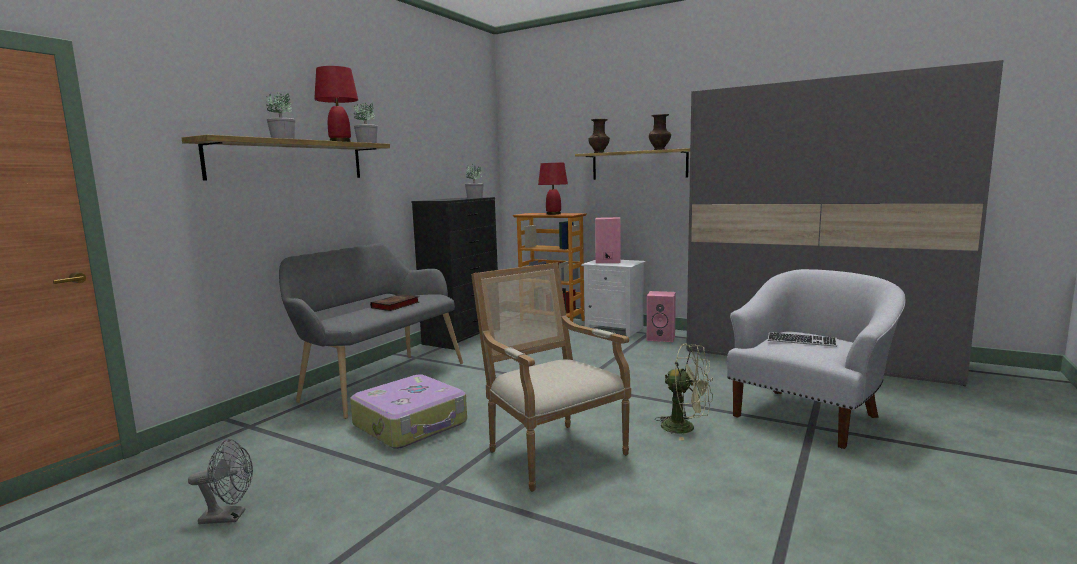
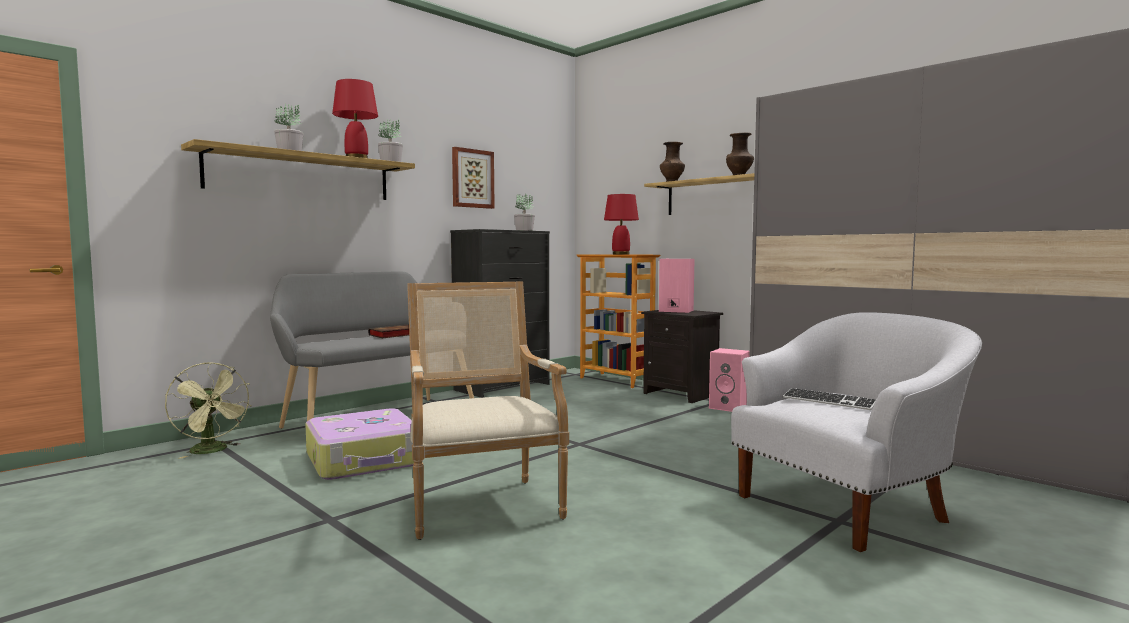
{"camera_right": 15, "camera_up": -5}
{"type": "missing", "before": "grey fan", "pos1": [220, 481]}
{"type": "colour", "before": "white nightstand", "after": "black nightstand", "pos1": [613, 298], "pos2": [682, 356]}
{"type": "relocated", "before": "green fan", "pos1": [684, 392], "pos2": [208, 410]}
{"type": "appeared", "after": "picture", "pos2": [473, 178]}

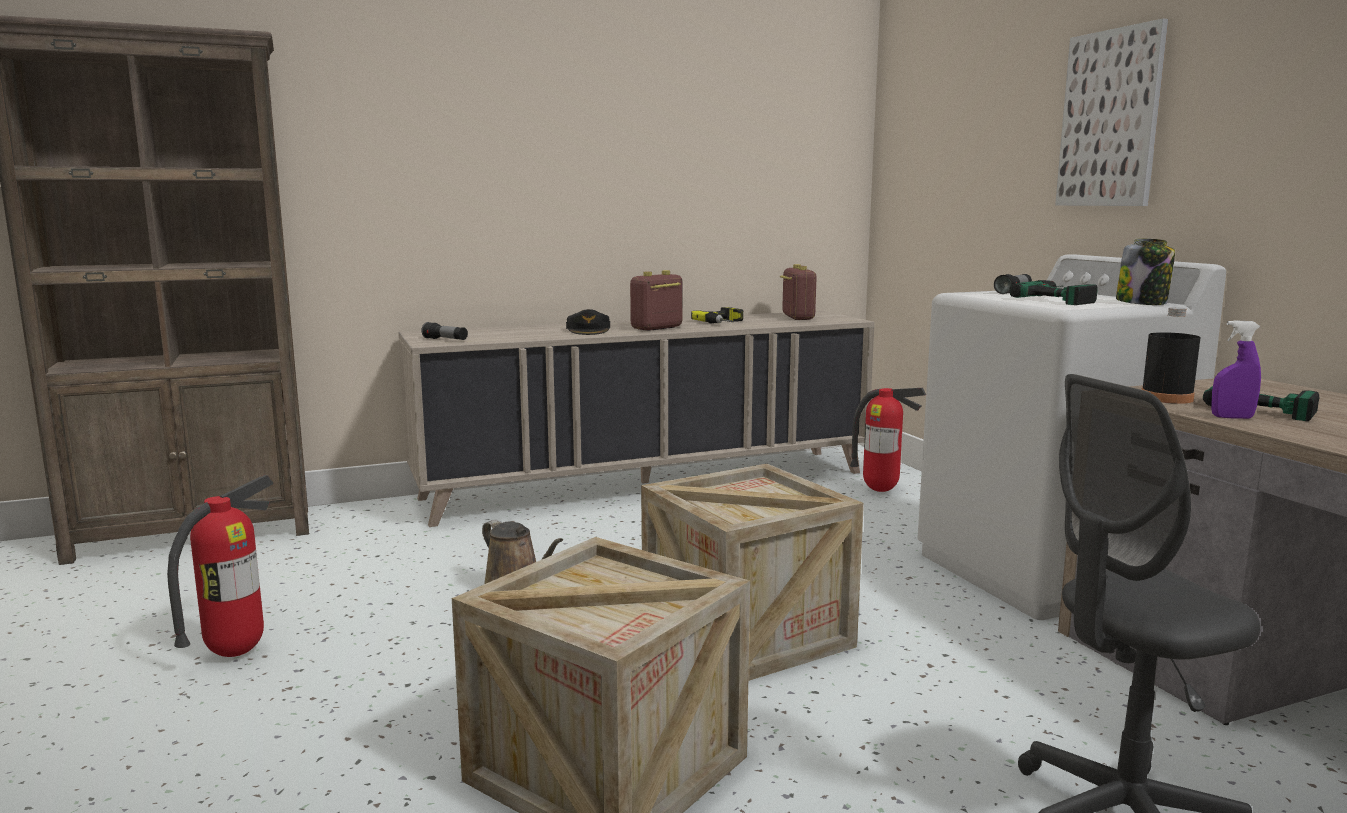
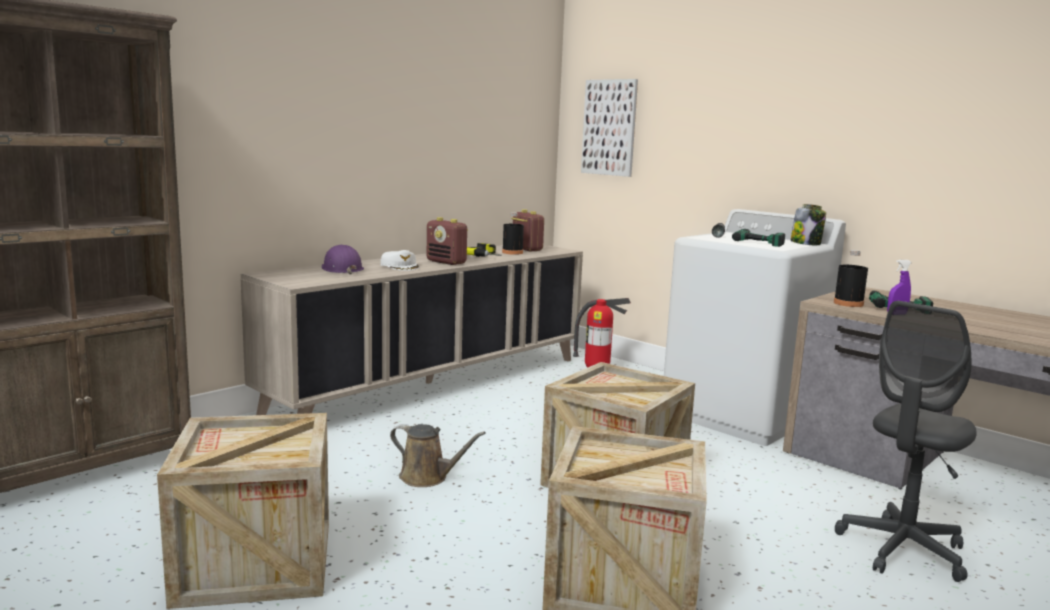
{"camera_right": -25, "camera_up": 0}
{"type": "exchanged", "before": "fire extinguisher", "after": "crate", "pos1": [220, 566], "pos2": [243, 511]}
{"type": "missing", "before": "flashlight", "pos1": [444, 331]}
{"type": "colour", "before": "black cap", "after": "white cap", "pos1": [588, 322], "pos2": [400, 260]}
{"type": "spun", "before": "radio", "pos1": [656, 300], "pos2": [447, 241], "turn": -75}
{"type": "relocated", "before": "picture", "pos1": [1111, 112], "pos2": [609, 128]}
{"type": "appeared", "after": "purple hard hat", "pos2": [343, 260]}
{"type": "appeared", "after": "black bottle", "pos2": [513, 233]}

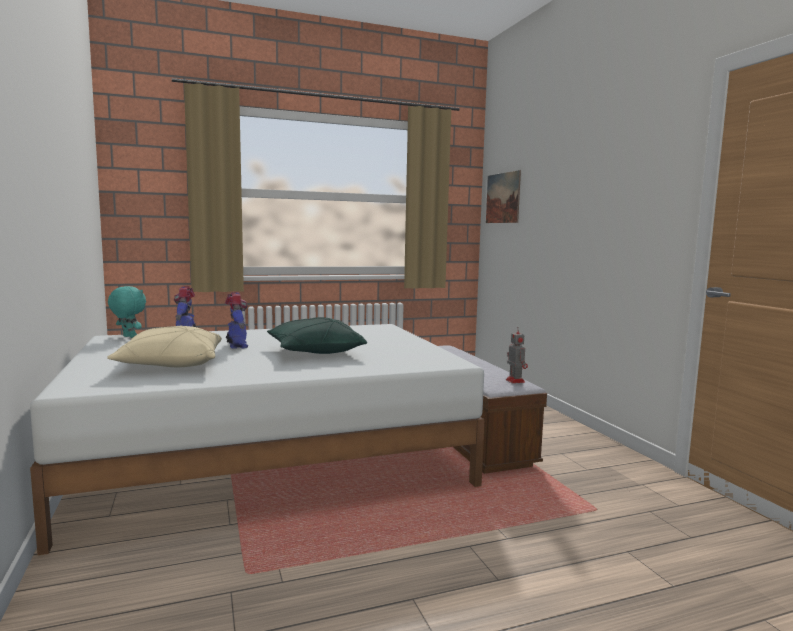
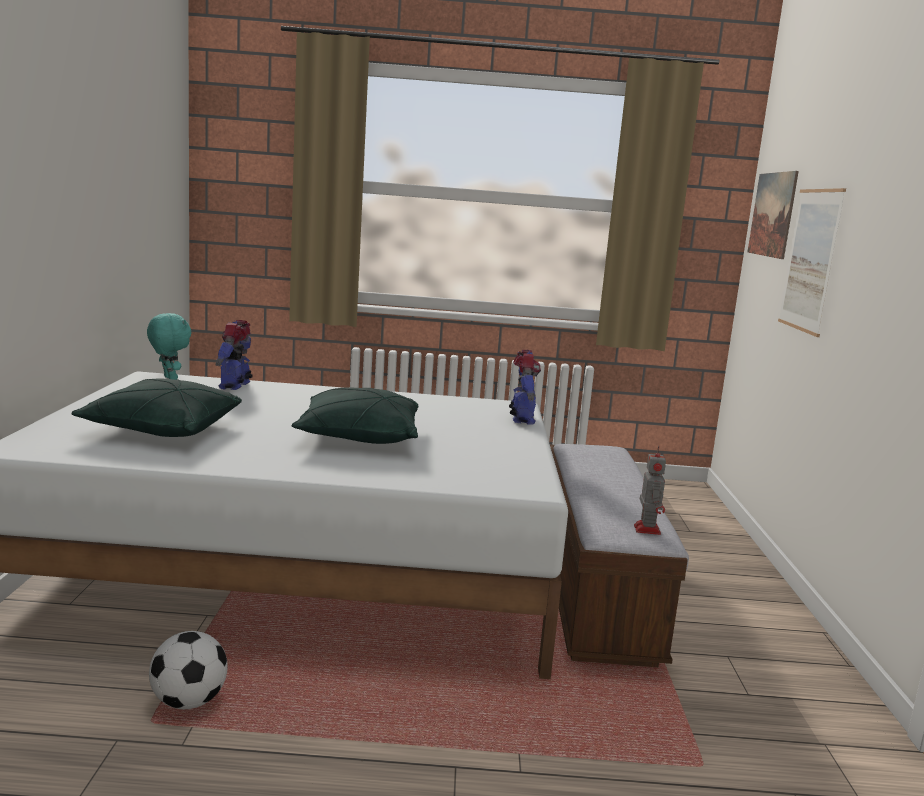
{"camera_right": 20, "camera_up": 5}
{"type": "colour", "before": "beige pillow", "after": "green pillow", "pos1": [164, 346], "pos2": [156, 408]}
{"type": "relocated", "before": "toy robot", "pos1": [236, 320], "pos2": [525, 387]}
{"type": "appeared", "after": "football", "pos2": [188, 670]}
{"type": "appeared", "after": "picture", "pos2": [812, 262]}

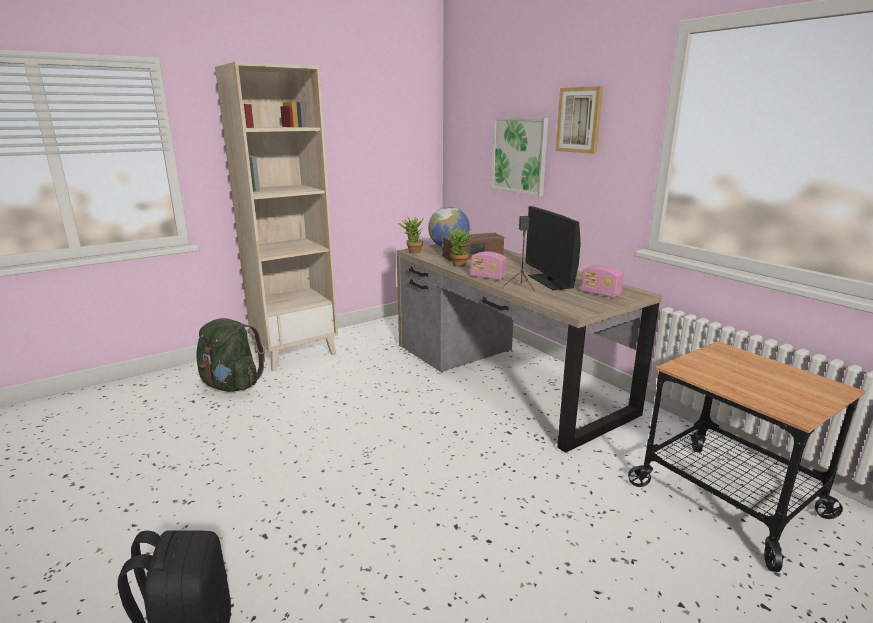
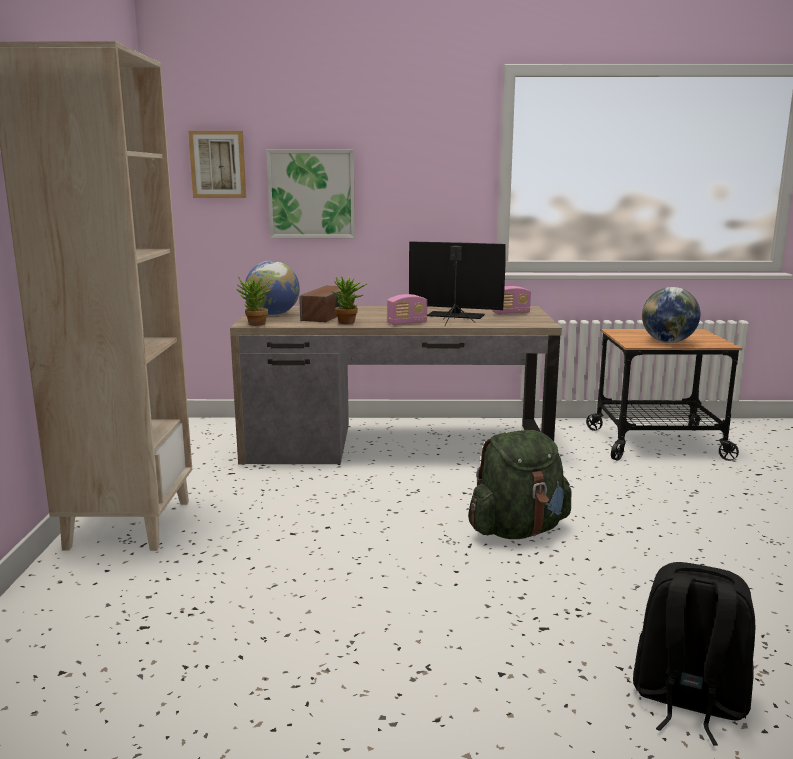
{"camera_right": -55, "camera_up": -5}
{"type": "relocated", "before": "green backpack", "pos1": [231, 355], "pos2": [520, 484]}
{"type": "relocated", "before": "picture", "pos1": [579, 120], "pos2": [217, 164]}
{"type": "appeared", "after": "globe", "pos2": [671, 315]}

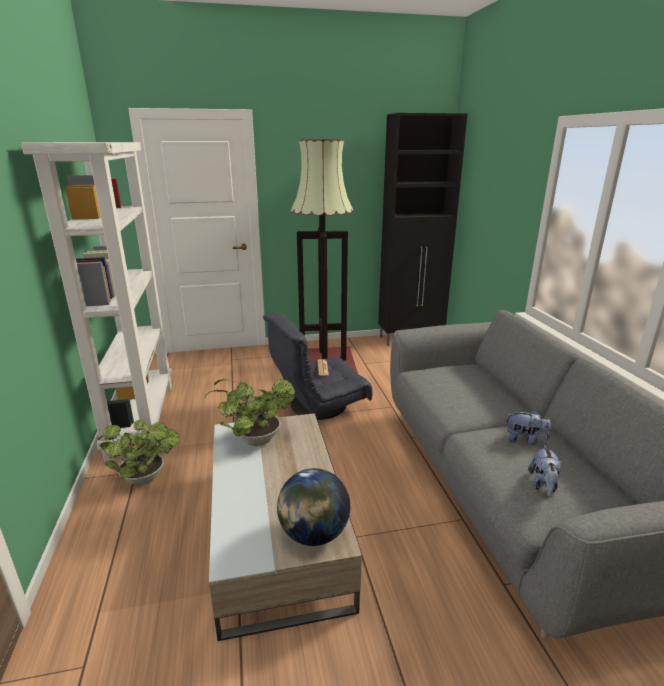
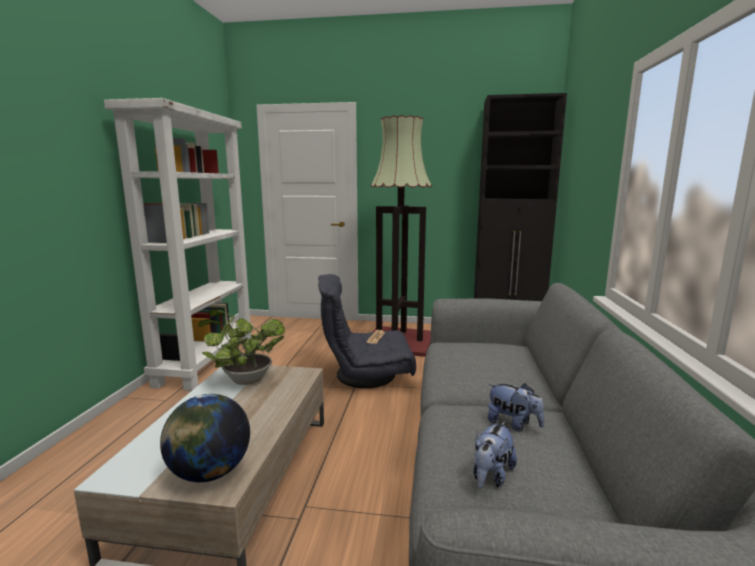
{"camera_right": 20, "camera_up": -10}
{"type": "missing", "before": "potted plant", "pos1": [139, 452]}

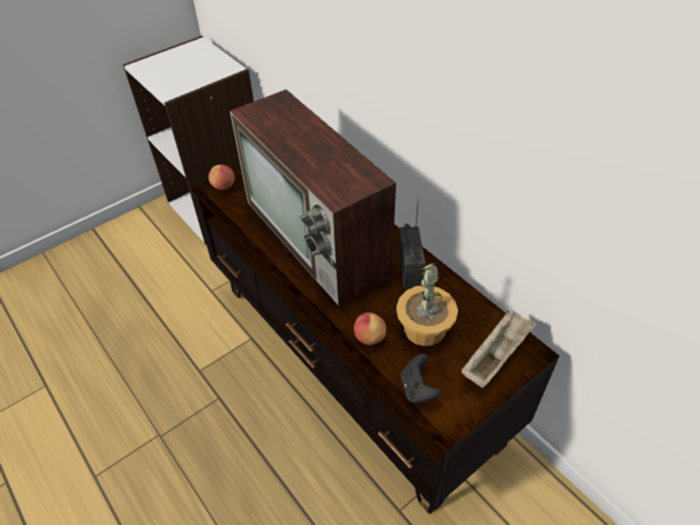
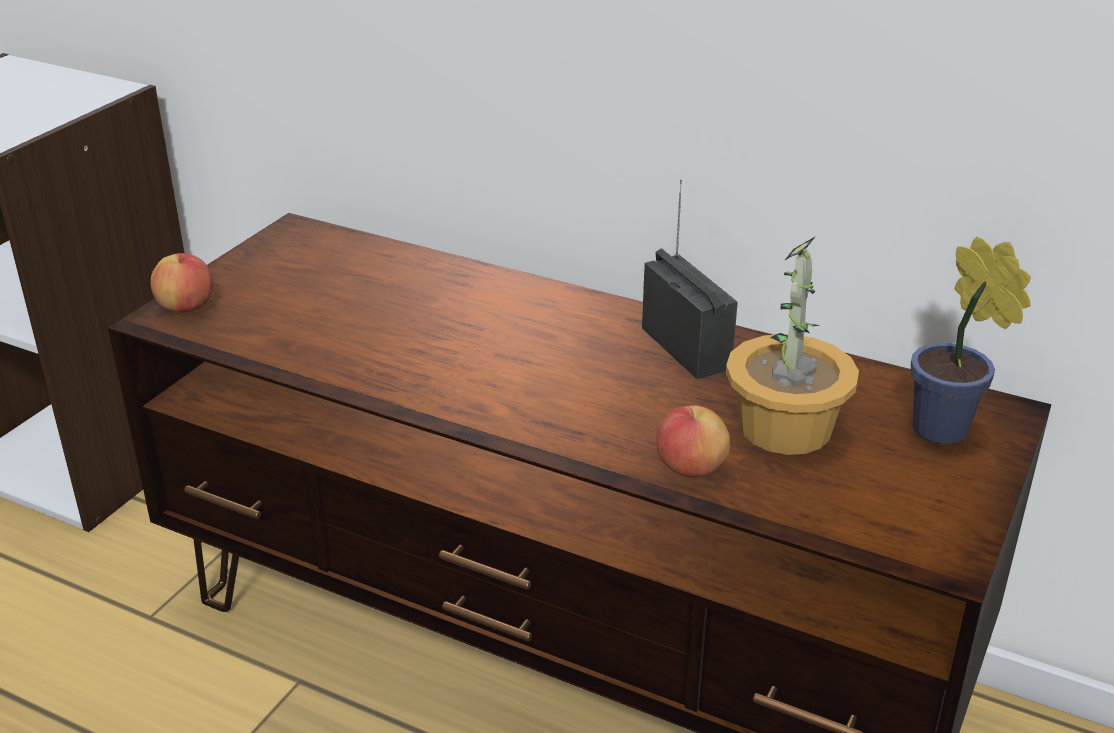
{"camera_right": -25, "camera_up": -15}
{"type": "missing", "before": "television", "pos1": [313, 197]}
{"type": "missing", "before": "black game controller", "pos1": [420, 378]}
{"type": "exchanged", "before": "beige tray", "after": "potted plant", "pos1": [498, 349], "pos2": [971, 340]}

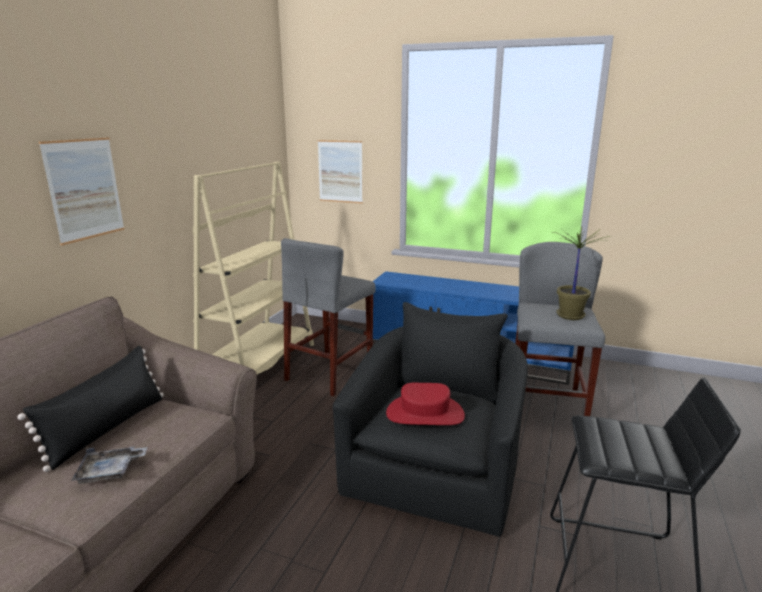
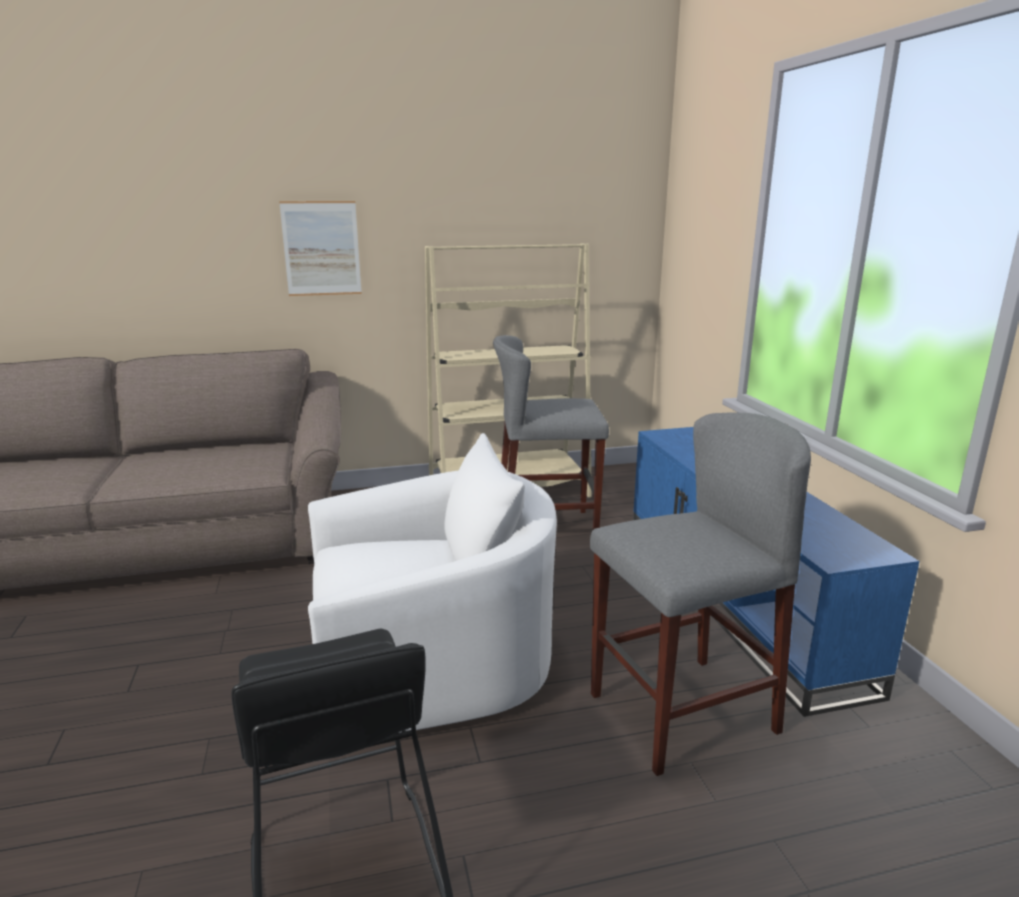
{"camera_right": 55, "camera_up": 0}
{"type": "missing", "before": "black pillow", "pos1": [90, 409]}
{"type": "missing", "before": "grey tray", "pos1": [109, 465]}
{"type": "missing", "before": "picture", "pos1": [340, 171]}
{"type": "colour", "before": "black armchair", "after": "white armchair", "pos1": [430, 419], "pos2": [432, 583]}
{"type": "missing", "before": "red hat", "pos1": [425, 404]}
{"type": "missing", "before": "potted plant", "pos1": [580, 273]}

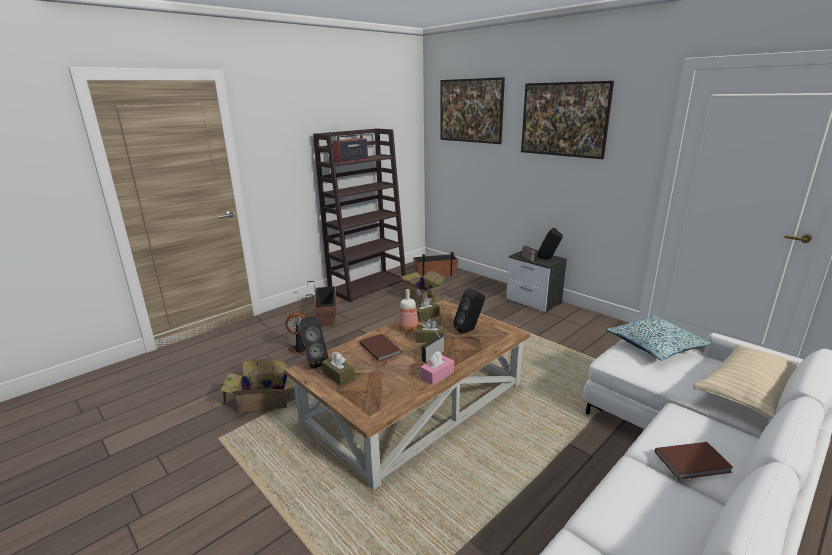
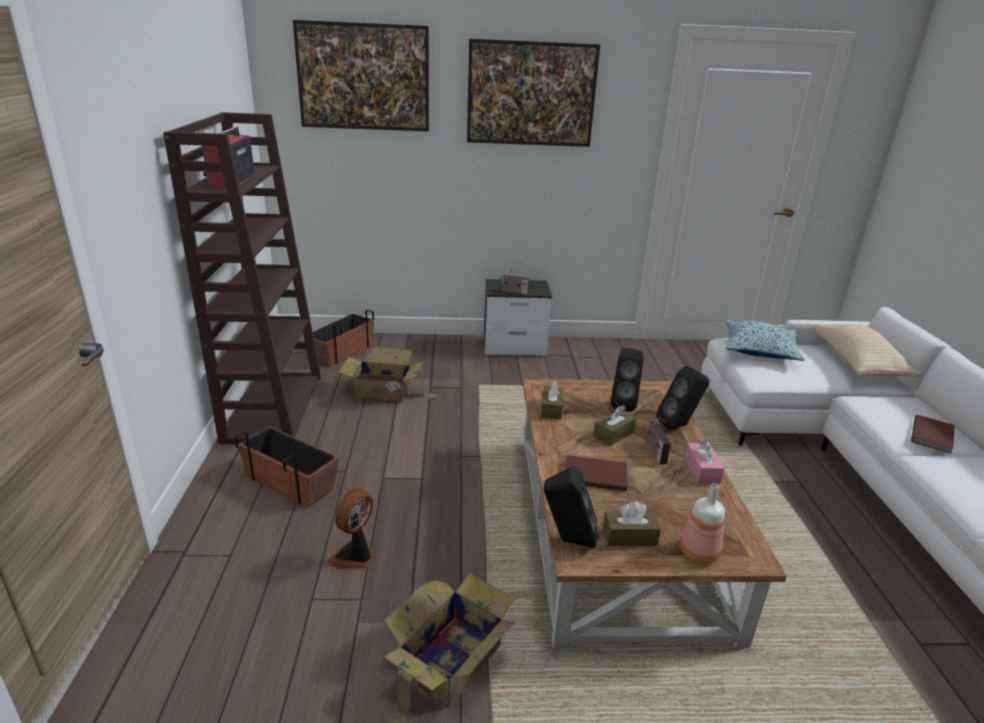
{"camera_right": -50, "camera_up": 5}
{"type": "relocated", "before": "bottle", "pos1": [408, 310], "pos2": [702, 523]}
{"type": "relocated", "before": "black speaker", "pos1": [549, 243], "pos2": [683, 398]}

